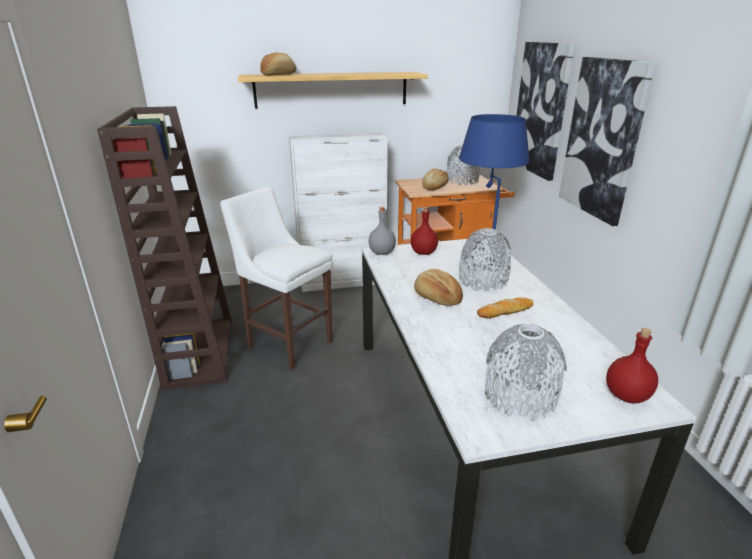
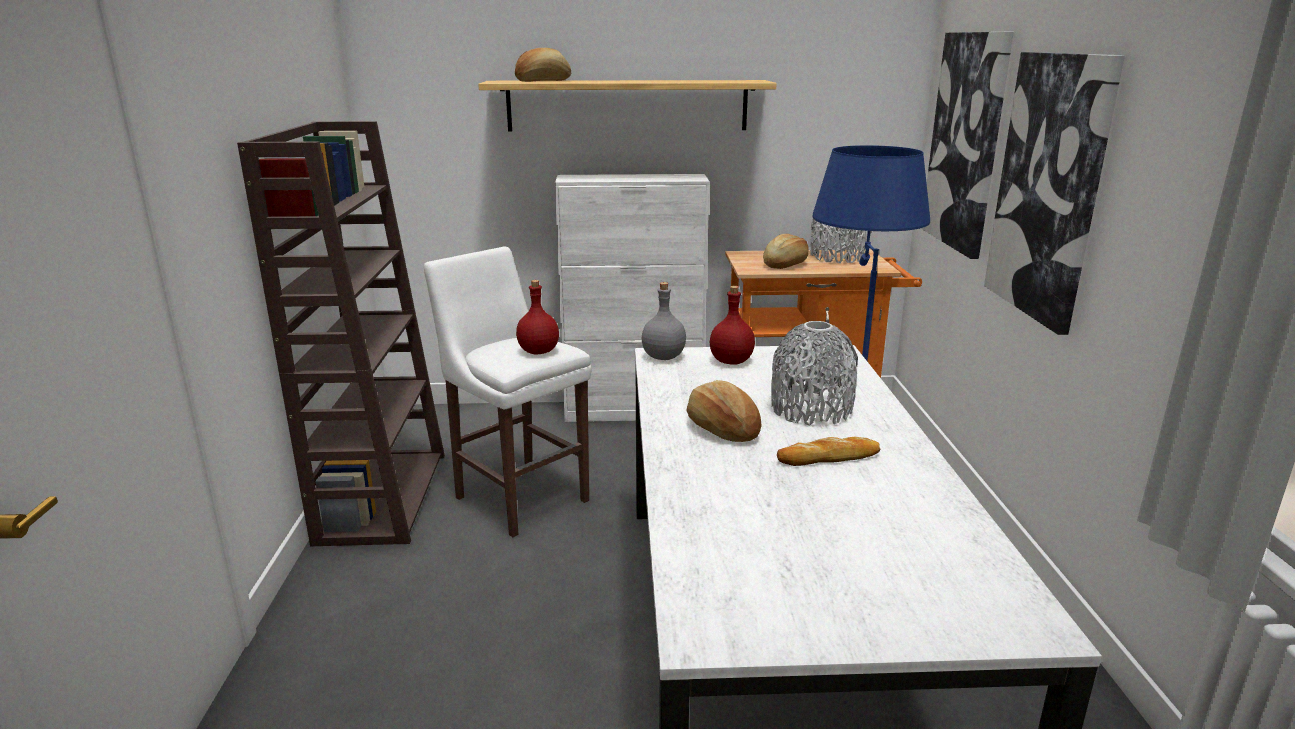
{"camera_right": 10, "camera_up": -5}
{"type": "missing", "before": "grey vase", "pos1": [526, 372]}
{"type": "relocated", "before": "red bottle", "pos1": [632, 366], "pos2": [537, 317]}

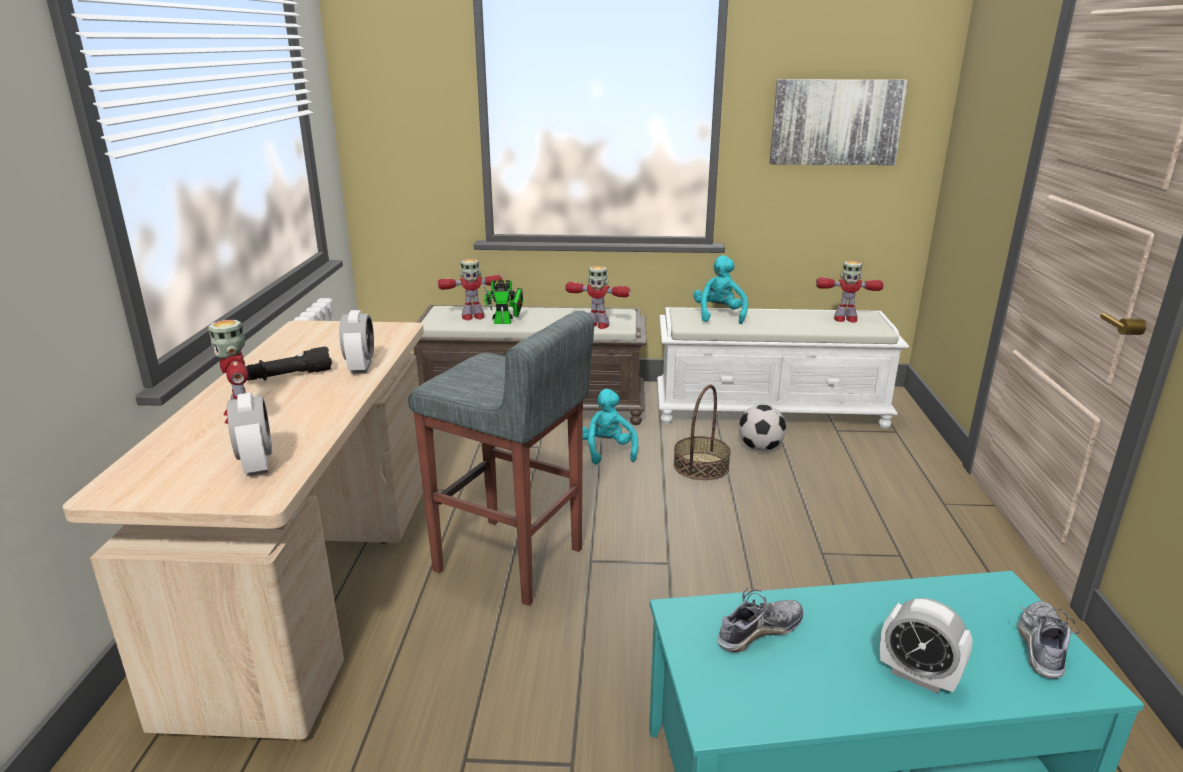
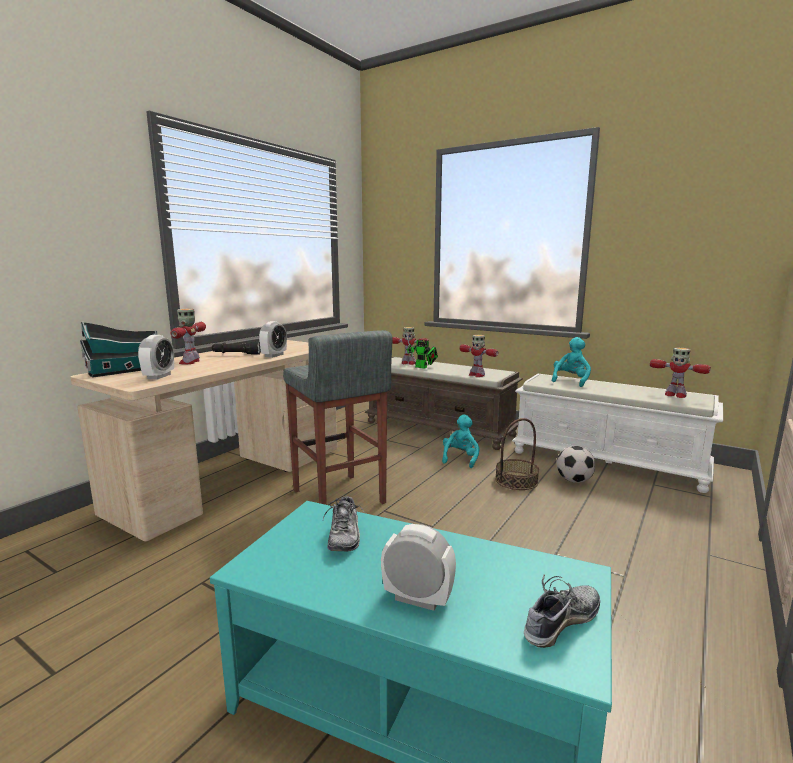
{"camera_right": 30, "camera_up": -10}
{"type": "spun", "before": "shoe", "pos1": [760, 619], "pos2": [343, 524], "turn": 90}
{"type": "missing", "before": "picture", "pos1": [838, 122]}
{"type": "spun", "before": "alarm clock", "pos1": [926, 646], "pos2": [418, 567], "turn": 135}
{"type": "appeared", "after": "toy house", "pos2": [118, 349]}

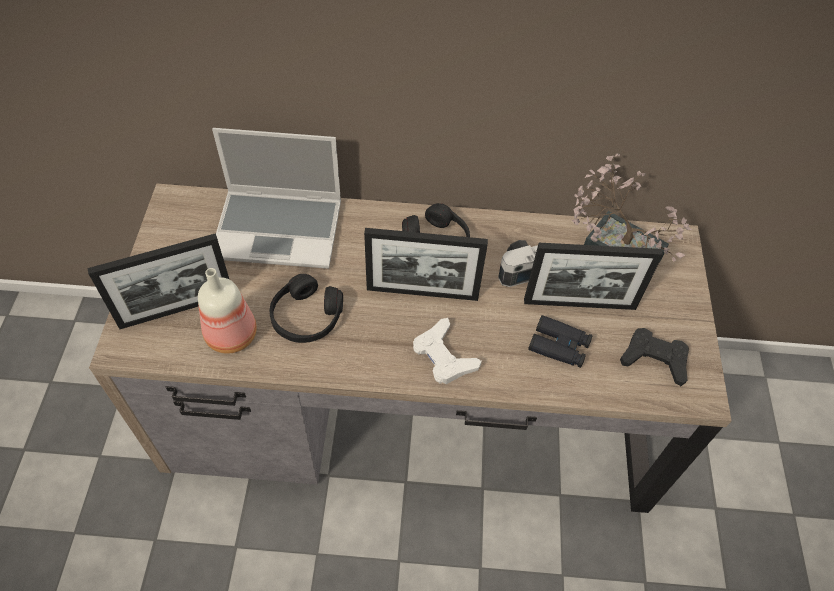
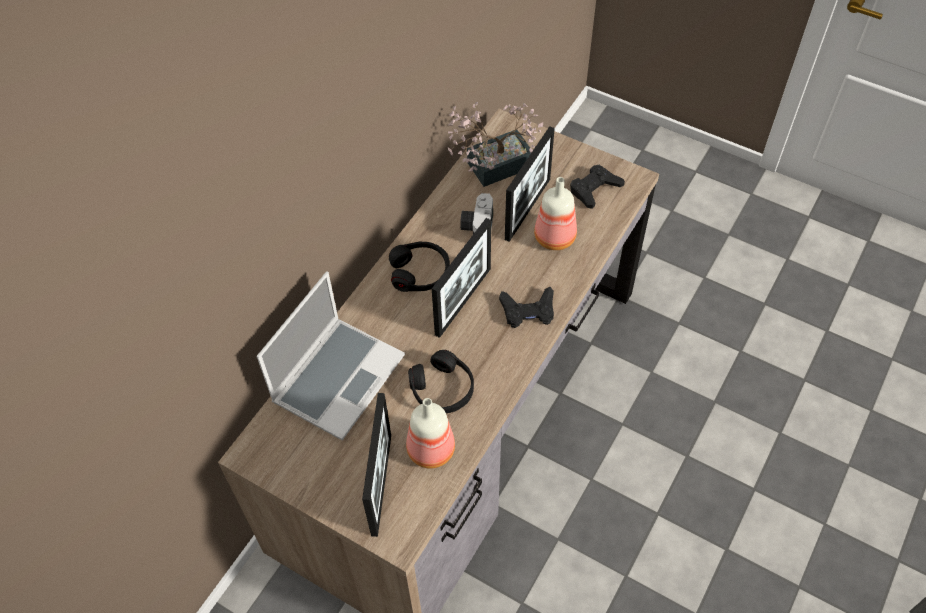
{"camera_right": -60, "camera_up": 0}
{"type": "colour", "before": "white game controller", "after": "black game controller", "pos1": [447, 351], "pos2": [526, 307]}
{"type": "exchanged", "before": "black binoculars", "after": "bottle", "pos1": [560, 341], "pos2": [555, 213]}

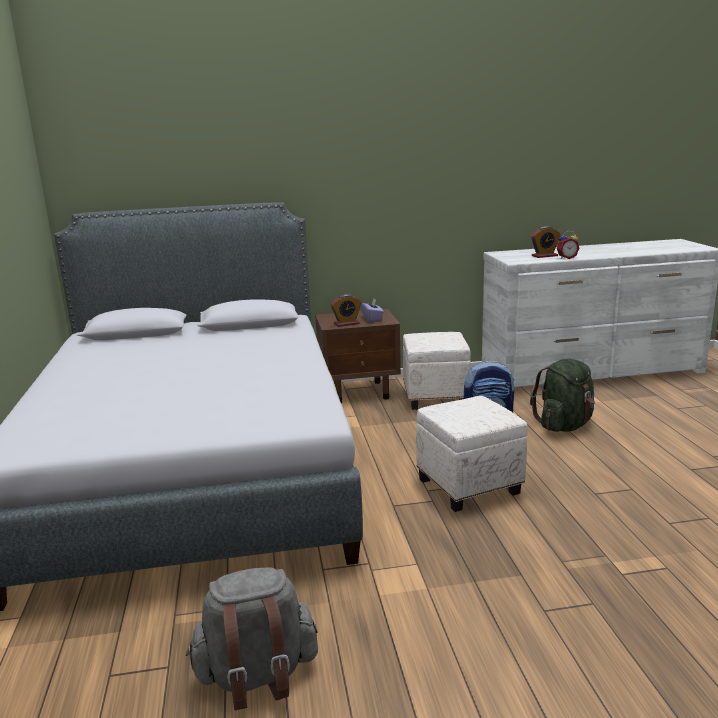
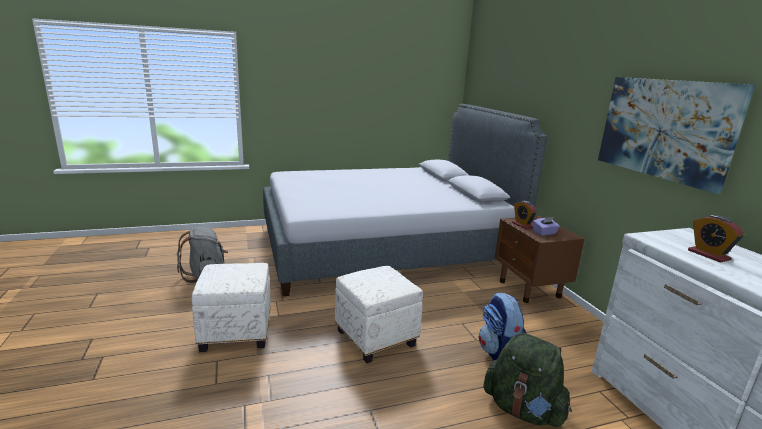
{"camera_right": 80, "camera_up": 0}
{"type": "relocated", "before": "white ottoman", "pos1": [437, 371], "pos2": [231, 307]}
{"type": "missing", "before": "alarm clock", "pos1": [568, 245]}
{"type": "appeared", "after": "picture", "pos2": [676, 135]}

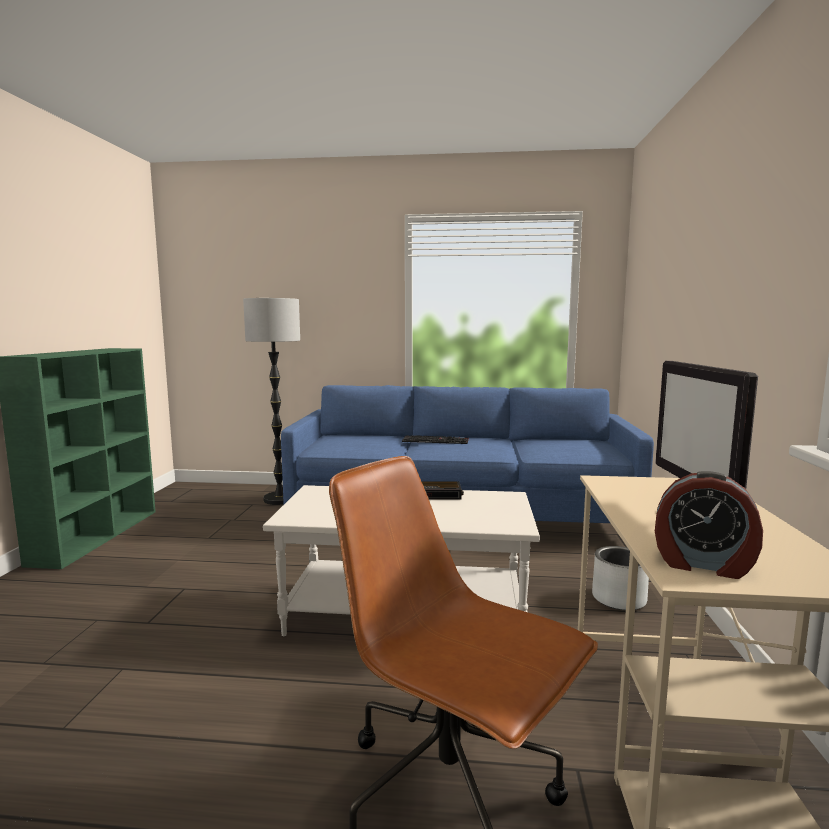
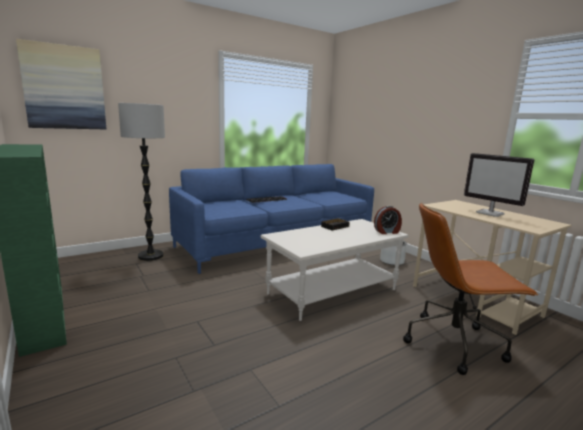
{"camera_right": -40, "camera_up": 5}
{"type": "relocated", "before": "alarm clock", "pos1": [709, 525], "pos2": [388, 220]}
{"type": "appeared", "after": "picture", "pos2": [61, 84]}

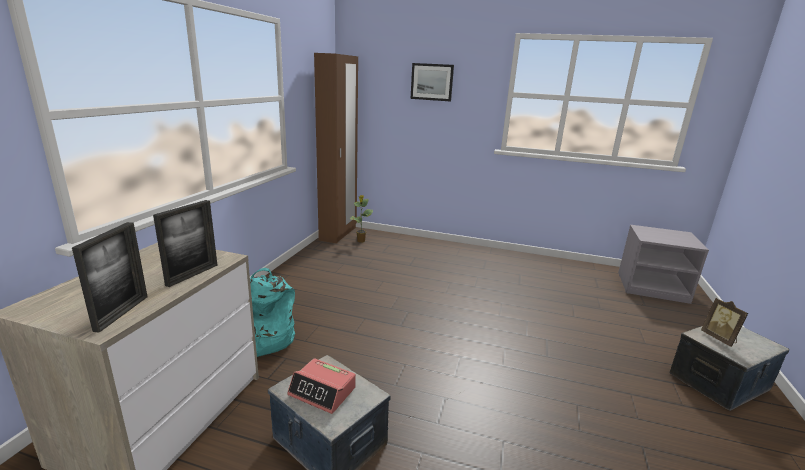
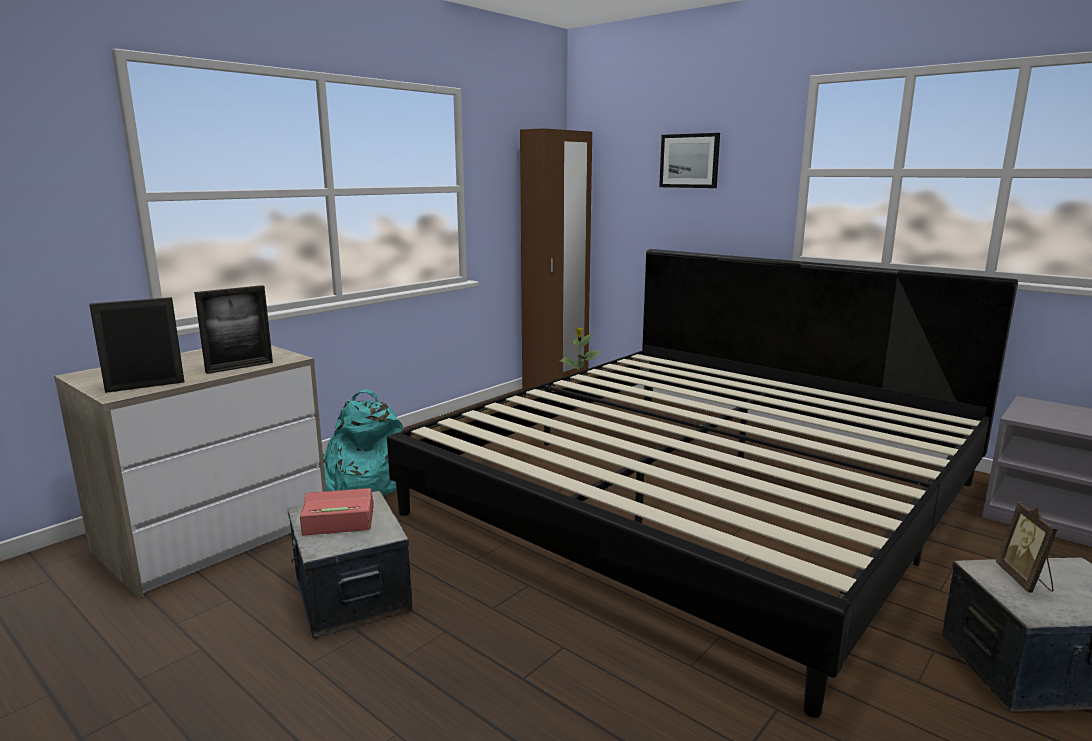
{"camera_right": 25, "camera_up": -5}
{"type": "spun", "before": "picture frame", "pos1": [110, 277], "pos2": [136, 345], "turn": -150}
{"type": "spun", "before": "alarm clock", "pos1": [321, 386], "pos2": [337, 512], "turn": 120}
{"type": "appeared", "after": "bed", "pos2": [702, 483]}

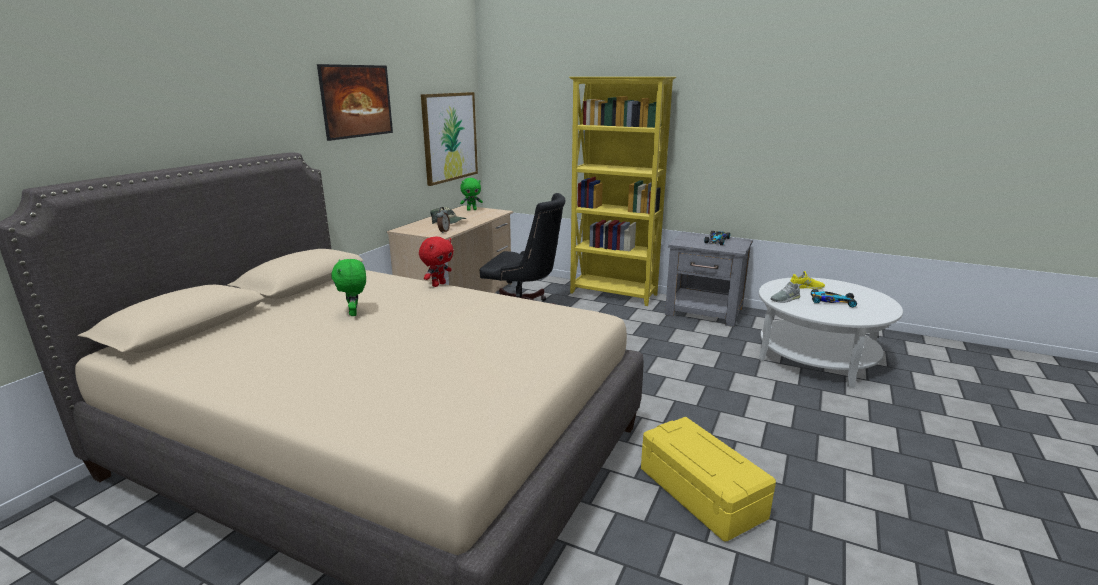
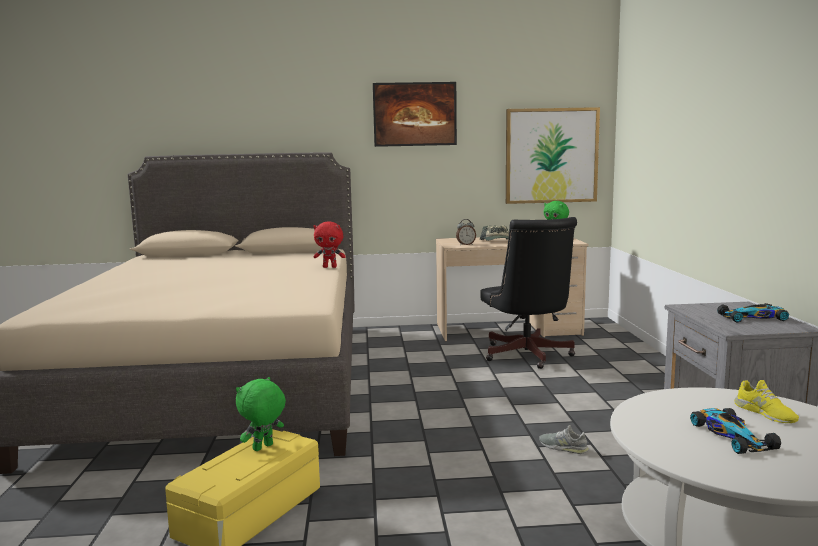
{"camera_right": 60, "camera_up": -10}
{"type": "relocated", "before": "green plush toy", "pos1": [348, 287], "pos2": [261, 414]}
{"type": "missing", "before": "yellow bookcase", "pos1": [622, 191]}
{"type": "relocated", "before": "grey shoe", "pos1": [785, 292], "pos2": [564, 439]}

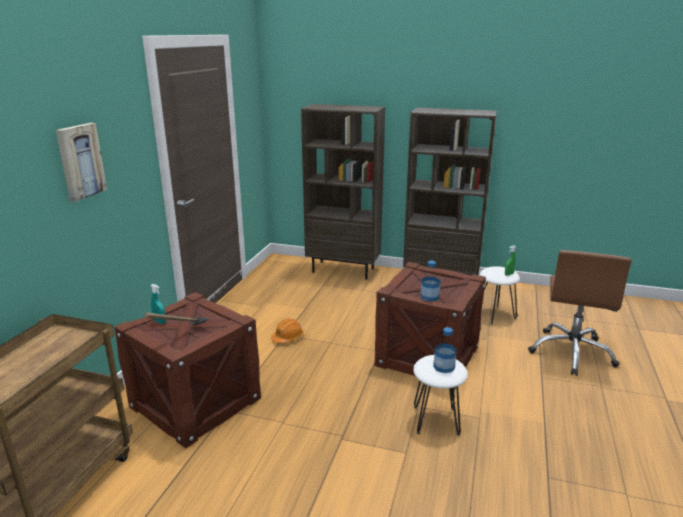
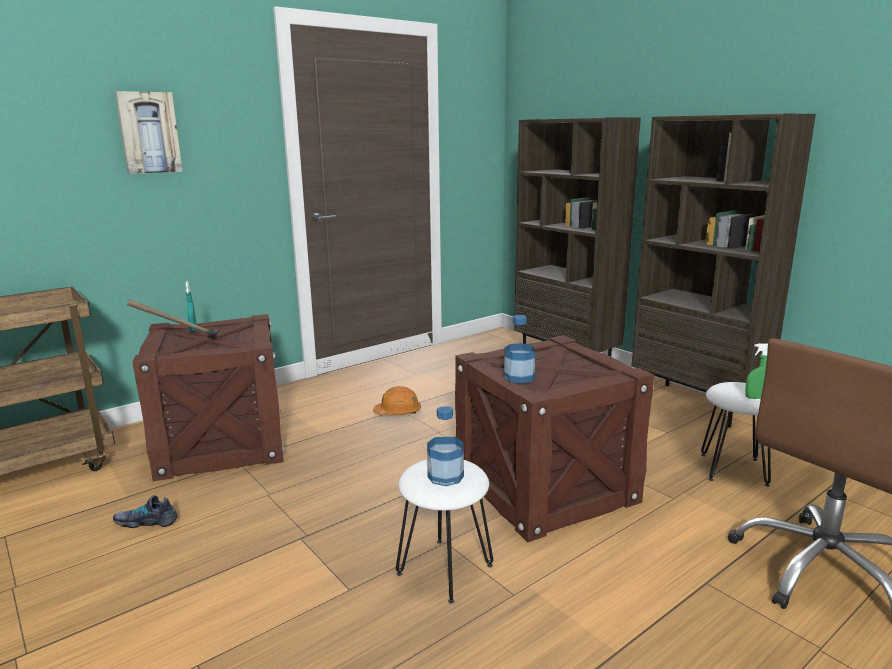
{"camera_right": 35, "camera_up": -5}
{"type": "appeared", "after": "shoe", "pos2": [145, 511]}

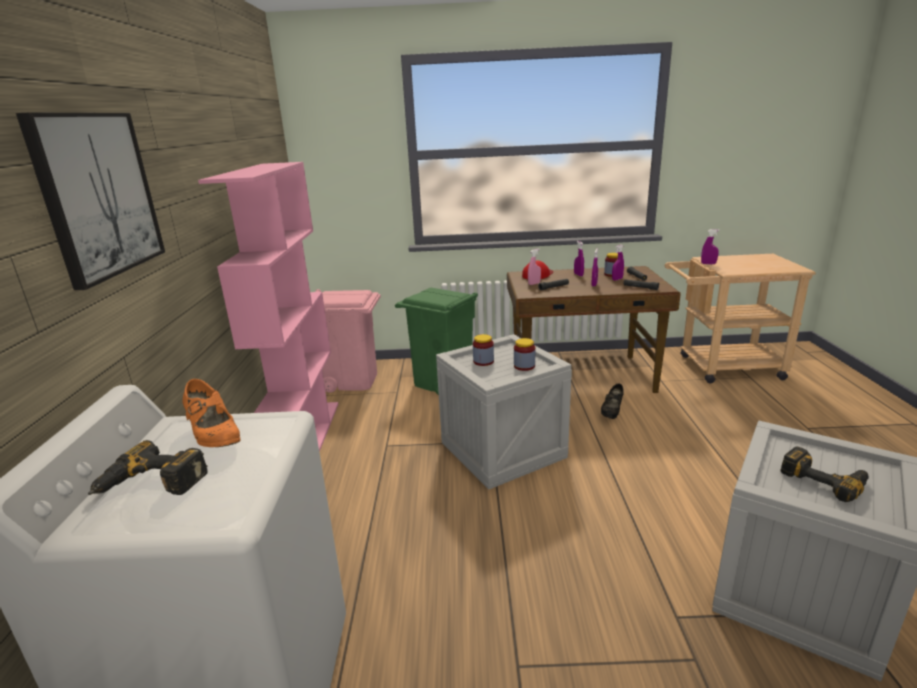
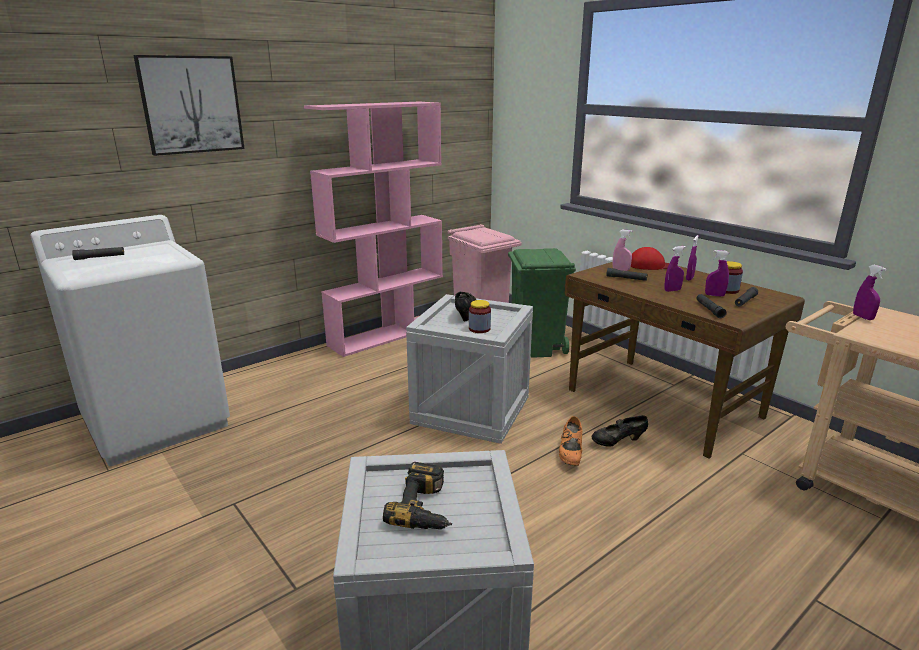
{"camera_right": 50, "camera_up": 0}
{"type": "exchanged", "before": "power drill", "after": "black flashlight", "pos1": [148, 467], "pos2": [98, 253]}
{"type": "relocated", "before": "orange shoe", "pos1": [211, 413], "pos2": [570, 441]}
{"type": "exchanged", "before": "jar", "after": "black shoe", "pos1": [483, 350], "pos2": [465, 306]}

